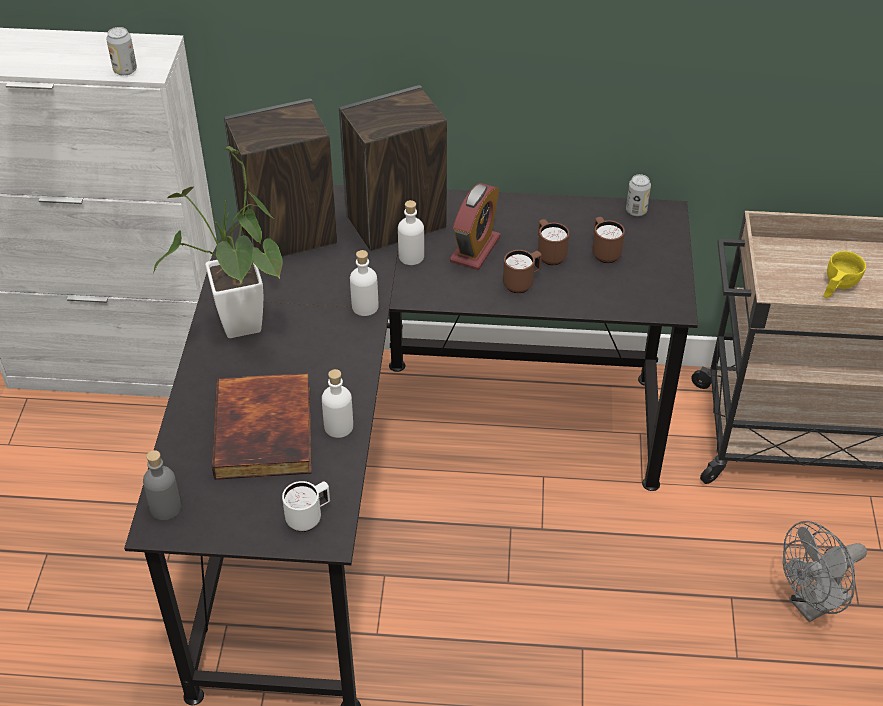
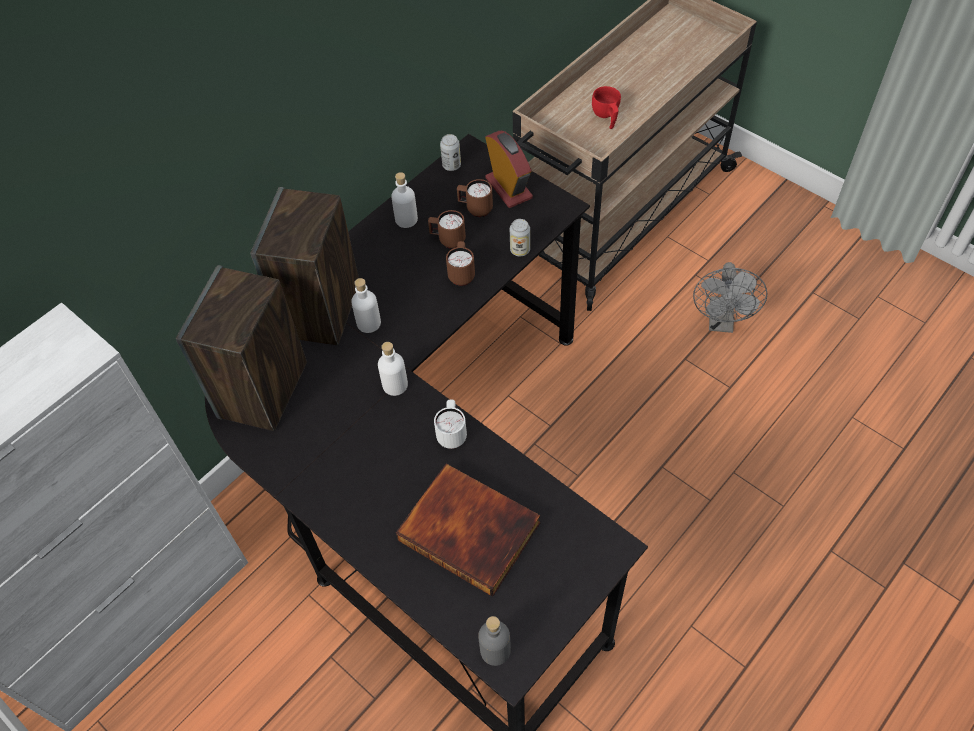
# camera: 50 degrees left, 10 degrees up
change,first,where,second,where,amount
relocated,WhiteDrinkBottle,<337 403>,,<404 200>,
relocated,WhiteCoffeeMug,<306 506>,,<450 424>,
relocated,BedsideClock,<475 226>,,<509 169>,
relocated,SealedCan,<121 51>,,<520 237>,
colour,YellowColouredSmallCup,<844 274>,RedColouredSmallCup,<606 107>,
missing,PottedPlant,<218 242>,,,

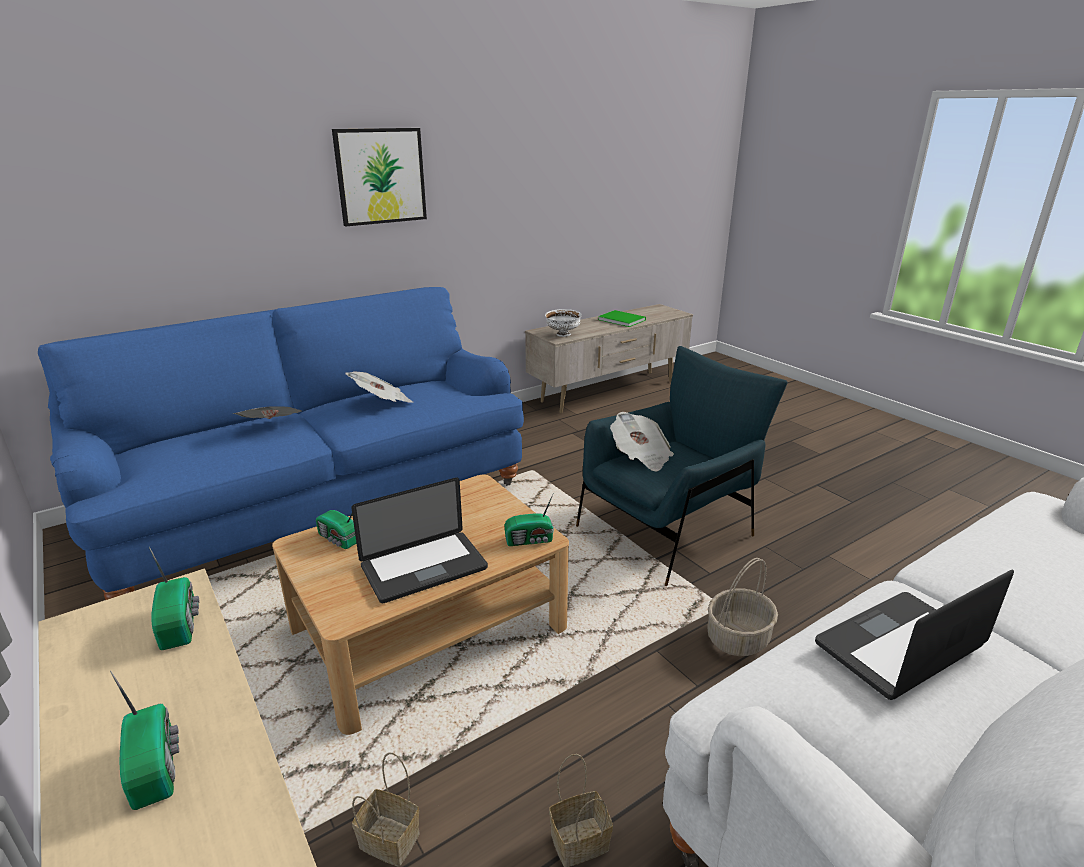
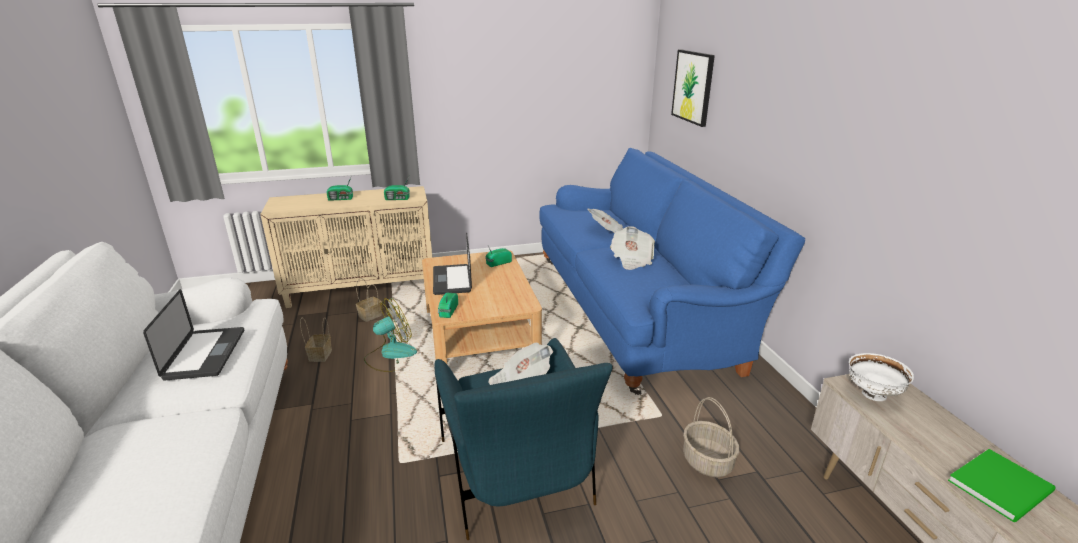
# camera: 110 degrees right, 0 degrees up
change,first,where,second,where,amount
appeared,,,ElectricFan,<390 335>,
relocated,Picture,<379 177>,,<693 88>,
relocated,StorageBasket,<742 607>,,<711 437>,

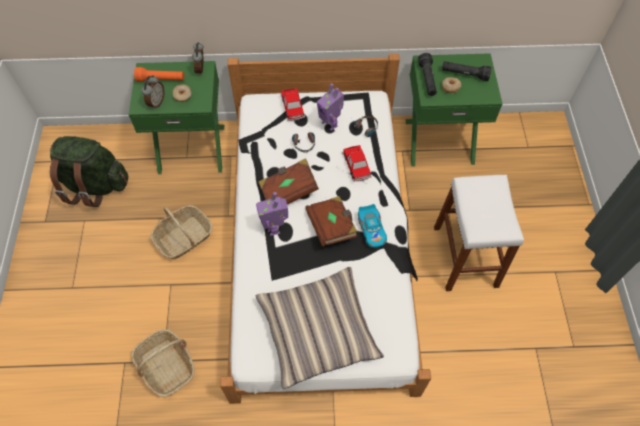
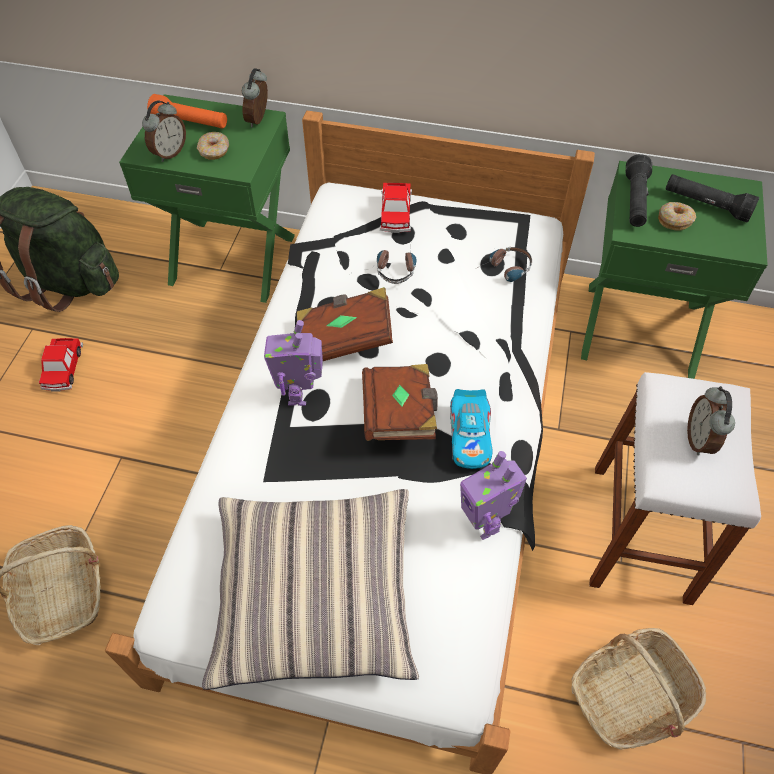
# camera: 15 degrees right, 5 degrees down
change,first,where,second,where,amount
relocated,MiniatureCar,<357 163>,,<61 365>,
relocated,RobotFigure,<330 107>,,<493 495>,
relocated,StorageBasket,<181 232>,,<639 689>,
appeared,,,BedsideClock,<711 420>,

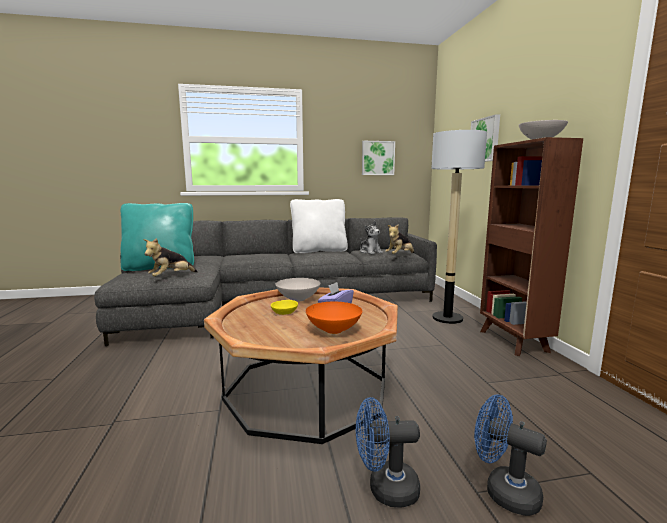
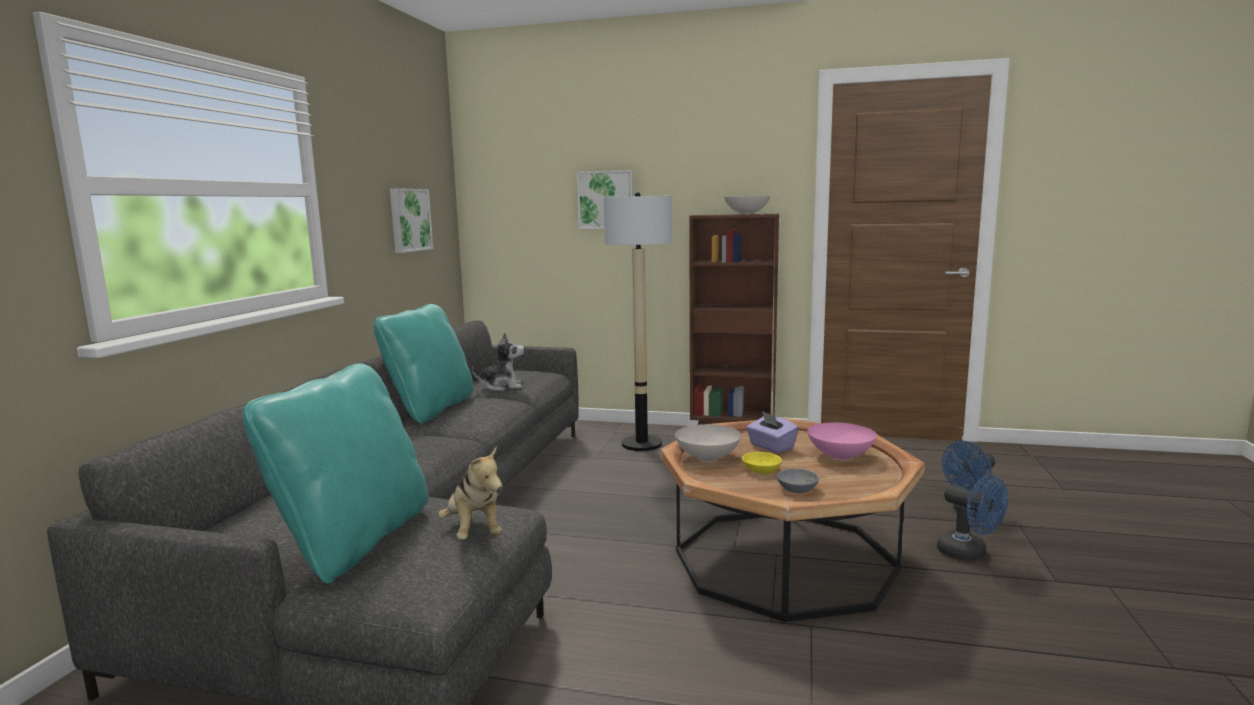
# camera: 65 degrees left, 0 degrees up
change,first,where,second,where,amount
colour,WhitePillow,<319 226>,TurquoisePillow,<424 364>,
appeared,,,GreyBowl,<798 480>,
colour,OrangeBowl,<334 318>,PinkColouredBowl,<842 441>,
spun,BlueColouredElectricFan,<388 452>,,<972 518>,60 degrees counterclockwise
missing,PlushToy,<399 239>,,,

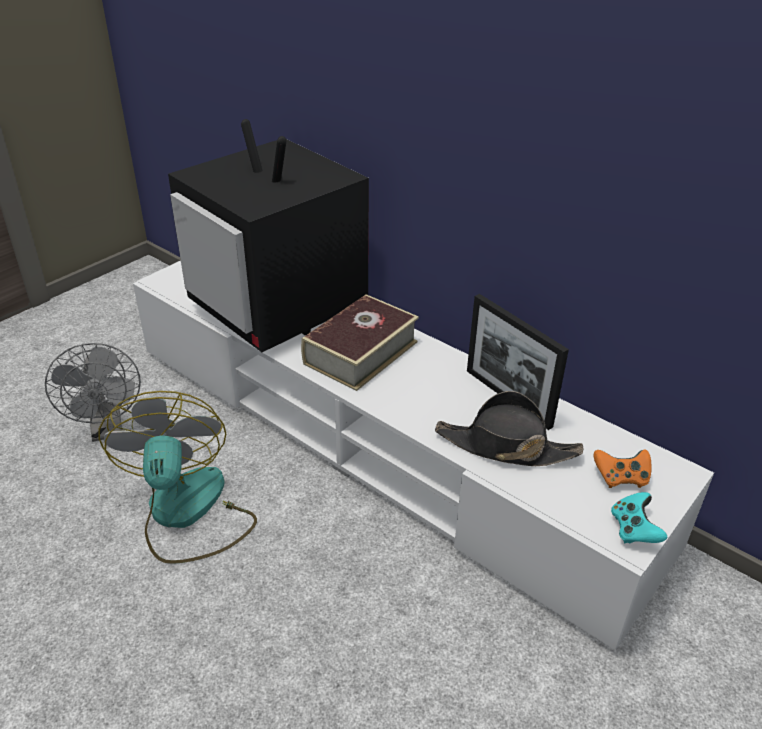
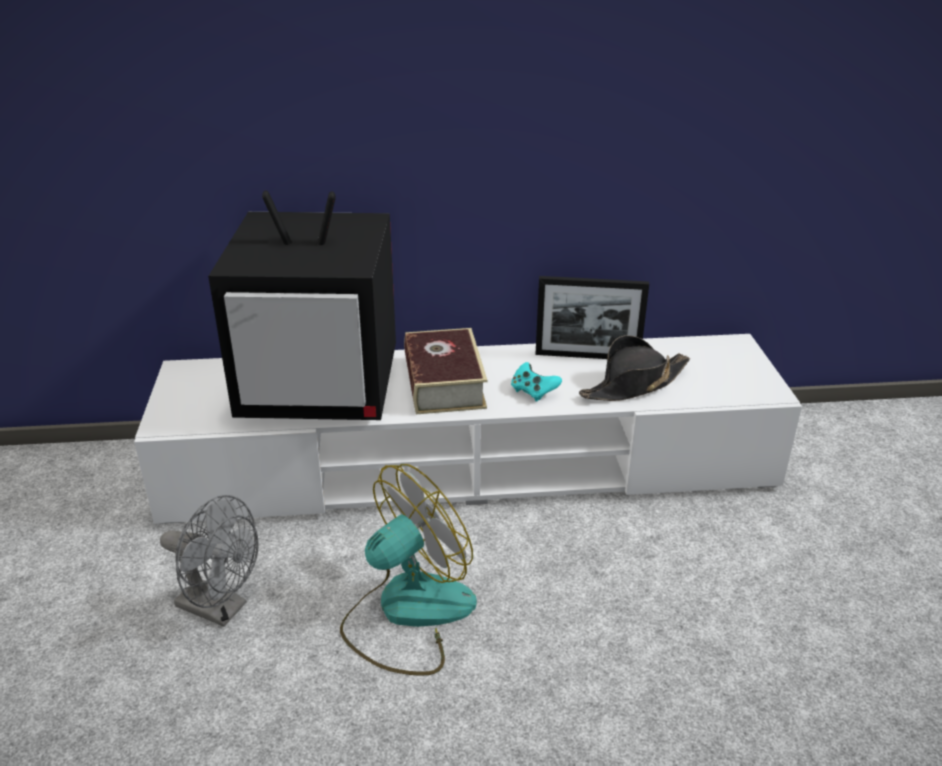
# camera: 45 degrees left, 5 degrees down
change,first,where,second,where,amount
spun,ElectricFan,<177 477>,,<408 570>,105 degrees clockwise
relocated,TurquoiseGameController,<639 517>,,<536 382>,
missing,OrangeGameController,<623 468>,,,

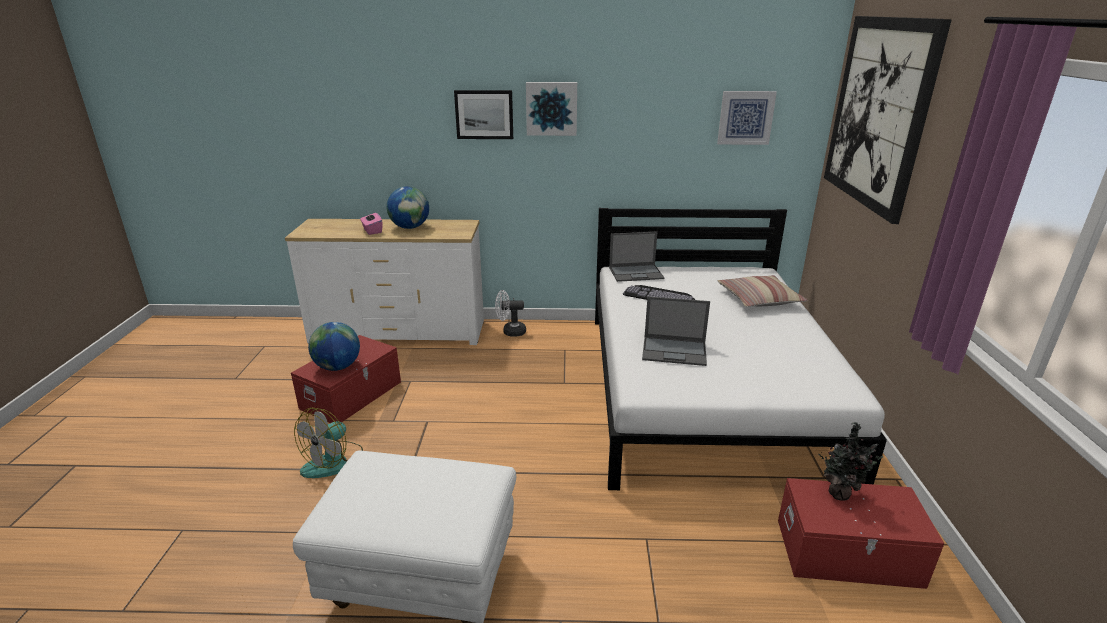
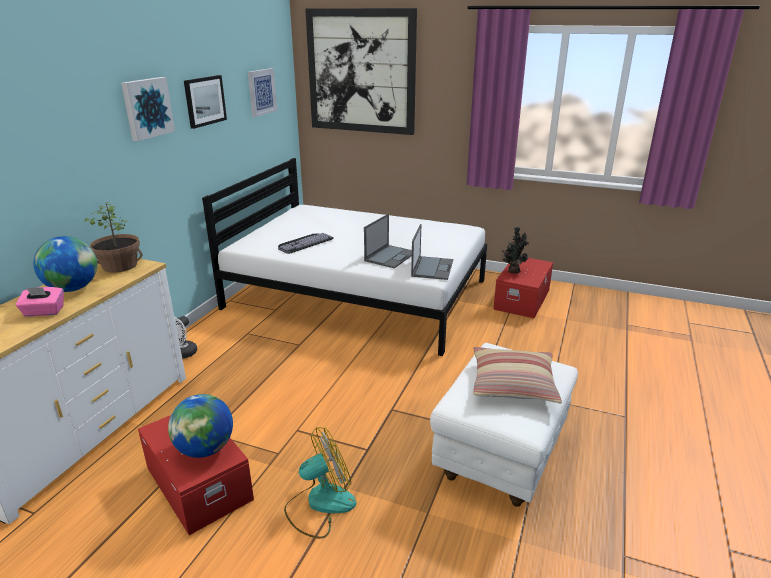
# camera: 70 degrees left, 0 degrees up
change,first,where,second,where,amount
appeared,,,PottedPlant,<113 237>,
relocated,Picture,<483 114>,,<205 102>,
spun,ElectricFan,<328 443>,,<320 483>,75 degrees counterclockwise
relocated,Laptop,<637 257>,,<432 252>,
relocated,Pillow,<762 291>,,<517 375>,

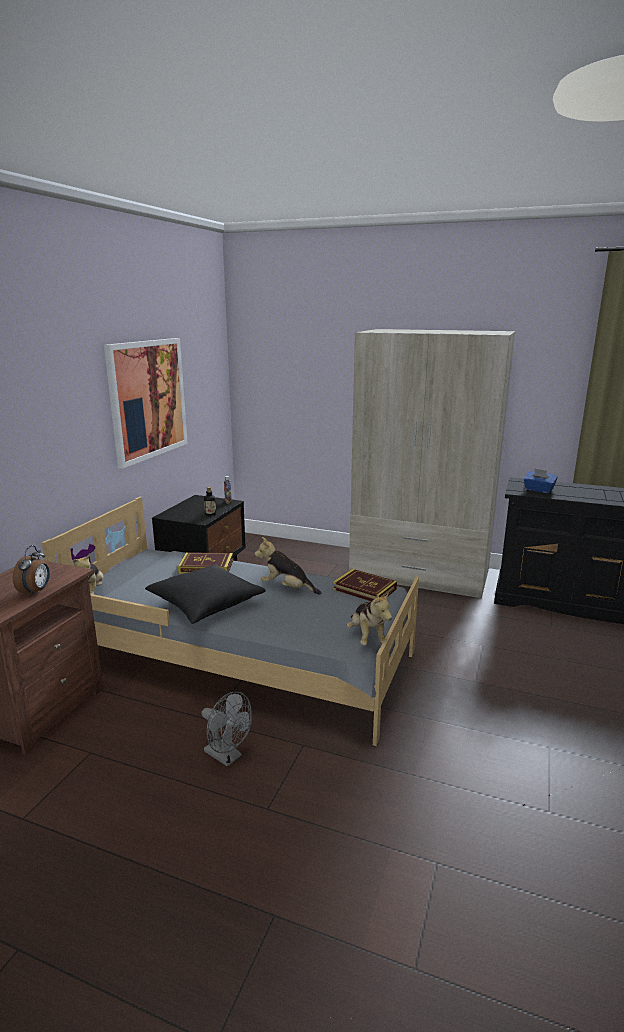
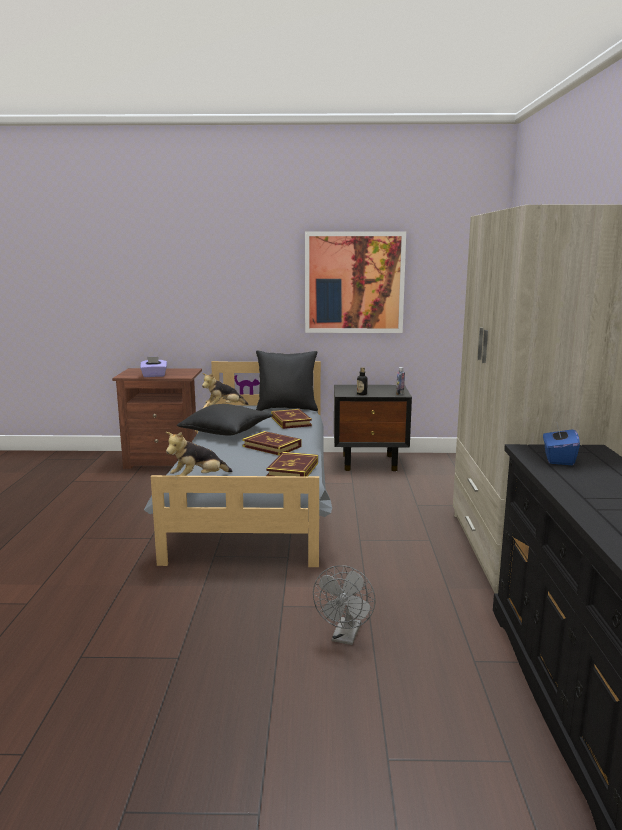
# camera: 70 degrees right, 5 degrees down
change,first,where,second,where,amount
exchanged,BedsideClock,<31 570>,PurpleColouredTissueHolder,<153 367>,
exchanged,PlushToy,<287 566>,Book,<271 443>,
appeared,,,BlackPillow,<287 380>,
relocated,GreyElectricFan,<227 729>,,<344 605>,

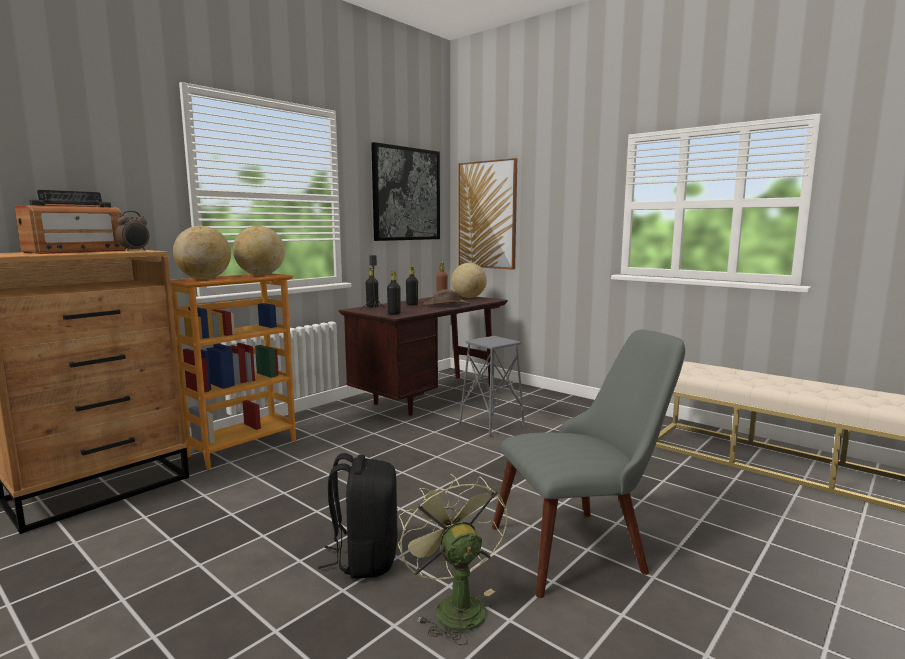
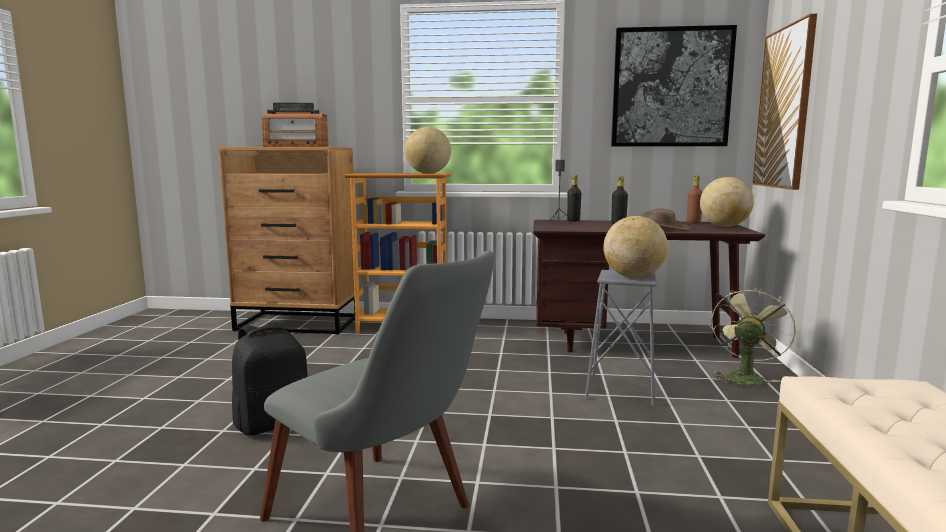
# camera: 55 degrees right, 0 degrees up
change,first,where,second,where,amount
relocated,Globe,<202 252>,,<635 247>,
relocated,GreenishElectricFan,<453 559>,,<753 337>,
missing,BedsideClock,<132 231>,,,
missing,BlackDrinkBottle,<394 293>,,,

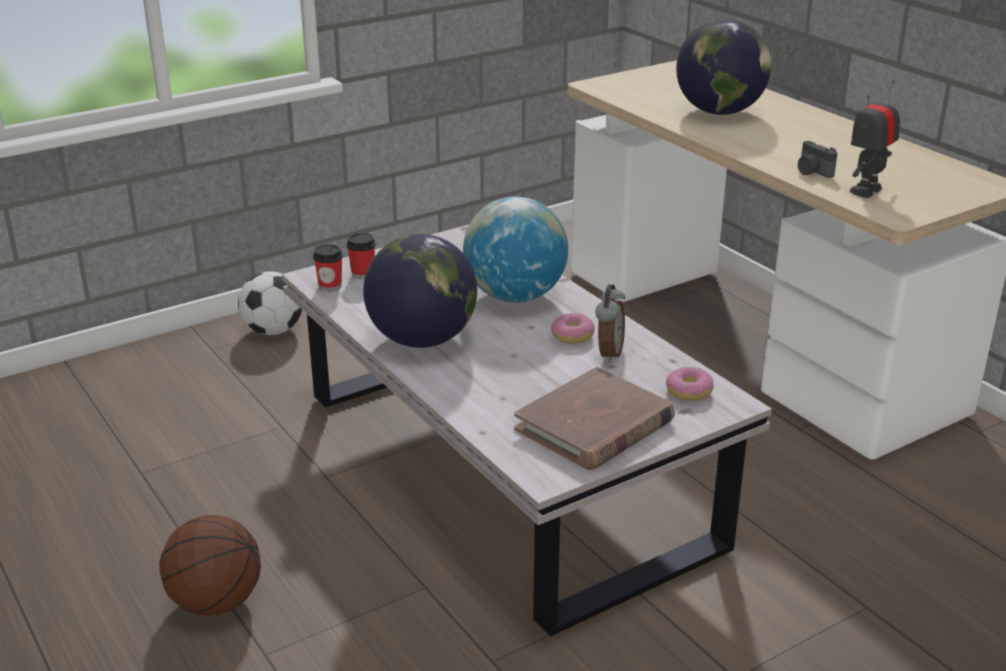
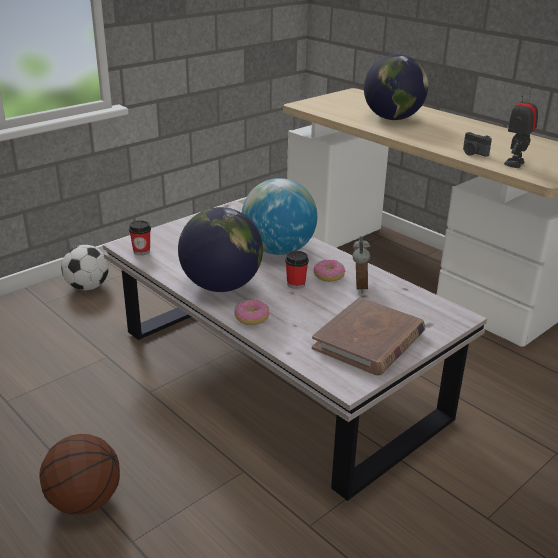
# camera: 10 degrees left, 0 degrees up
change,first,where,second,where,amount
relocated,RingDoughnut,<690 384>,,<251 312>,
relocated,SmallCup,<361 256>,,<297 270>,

